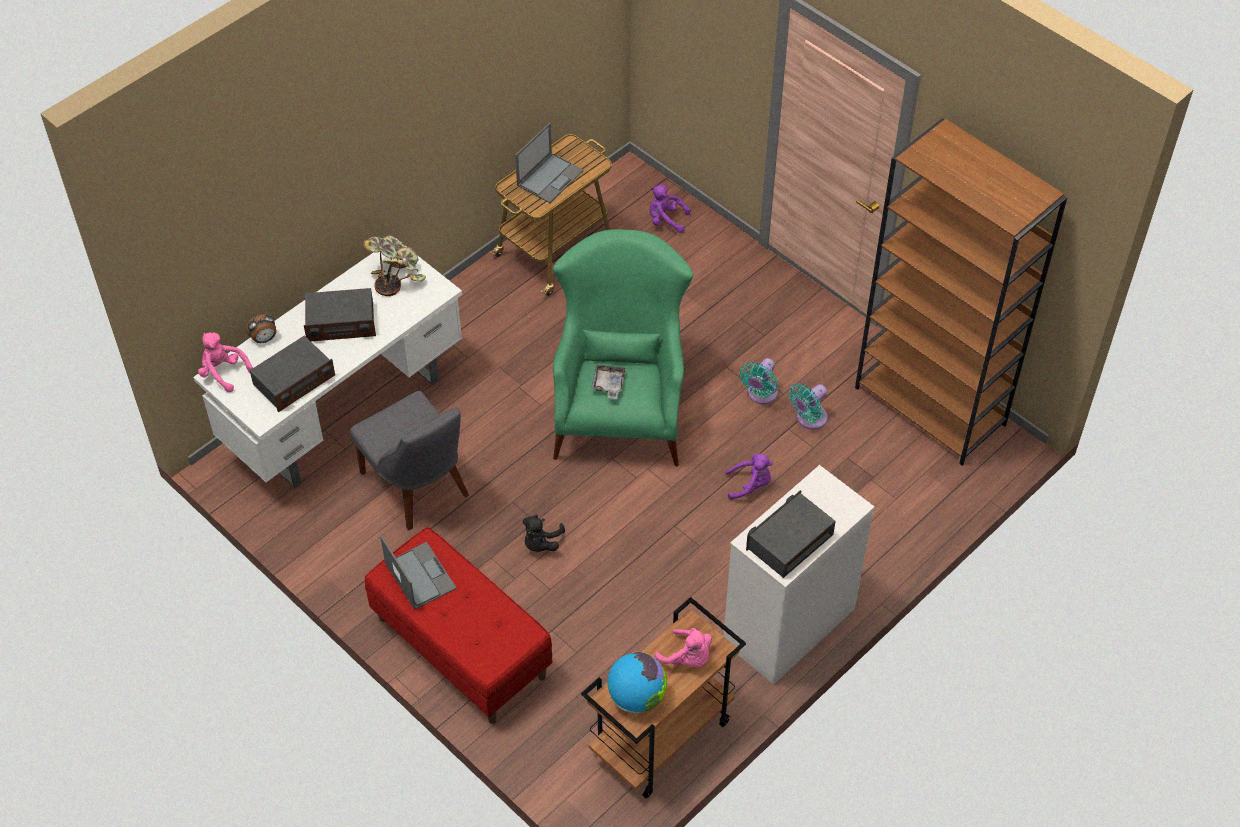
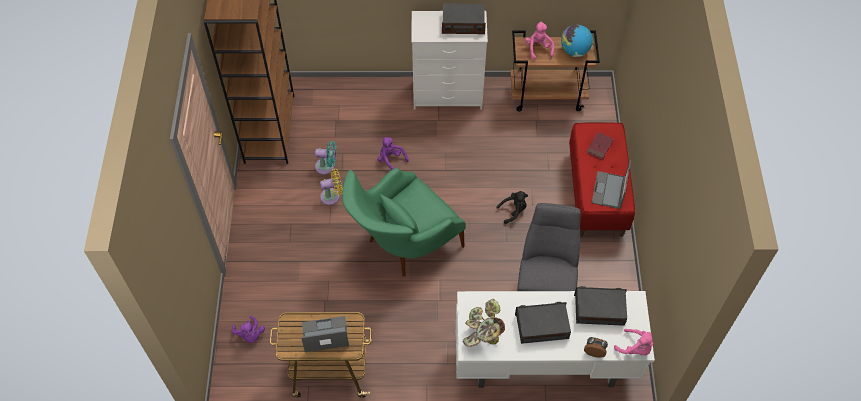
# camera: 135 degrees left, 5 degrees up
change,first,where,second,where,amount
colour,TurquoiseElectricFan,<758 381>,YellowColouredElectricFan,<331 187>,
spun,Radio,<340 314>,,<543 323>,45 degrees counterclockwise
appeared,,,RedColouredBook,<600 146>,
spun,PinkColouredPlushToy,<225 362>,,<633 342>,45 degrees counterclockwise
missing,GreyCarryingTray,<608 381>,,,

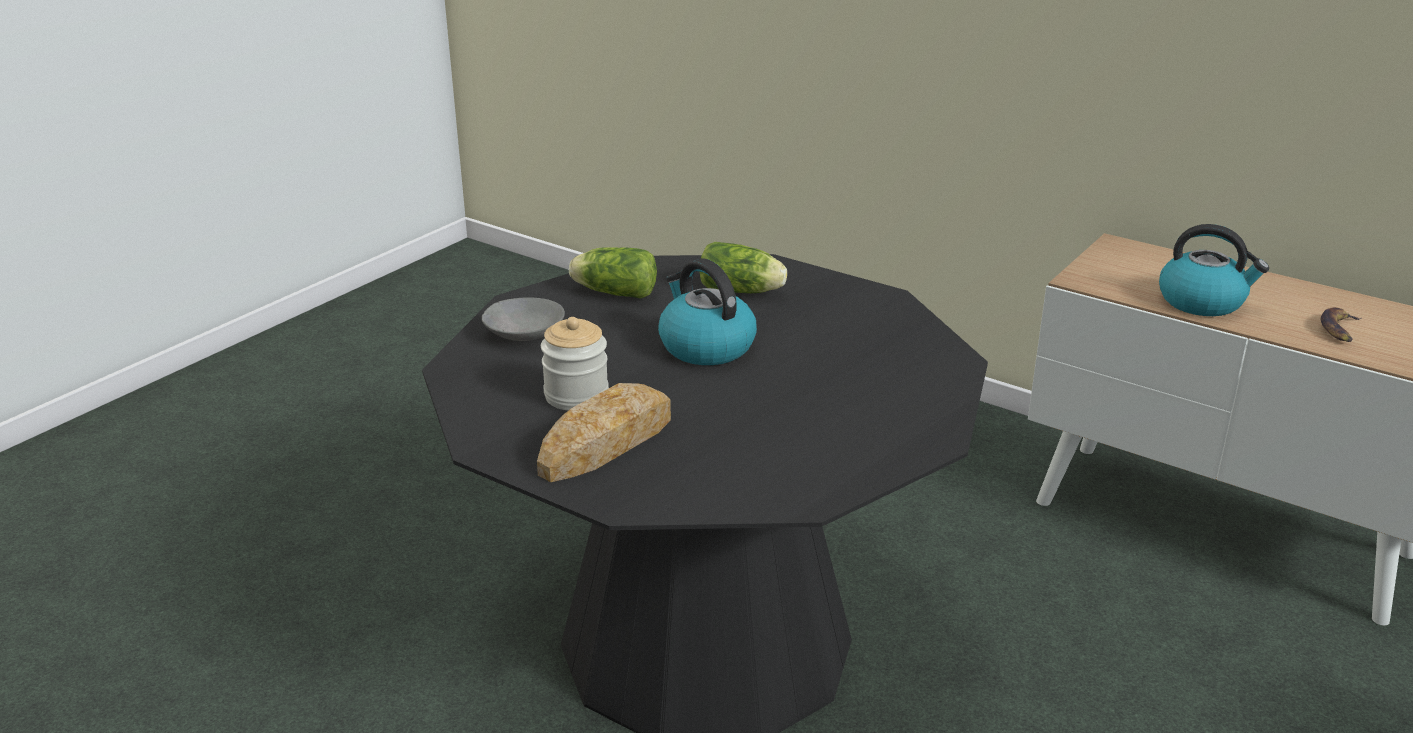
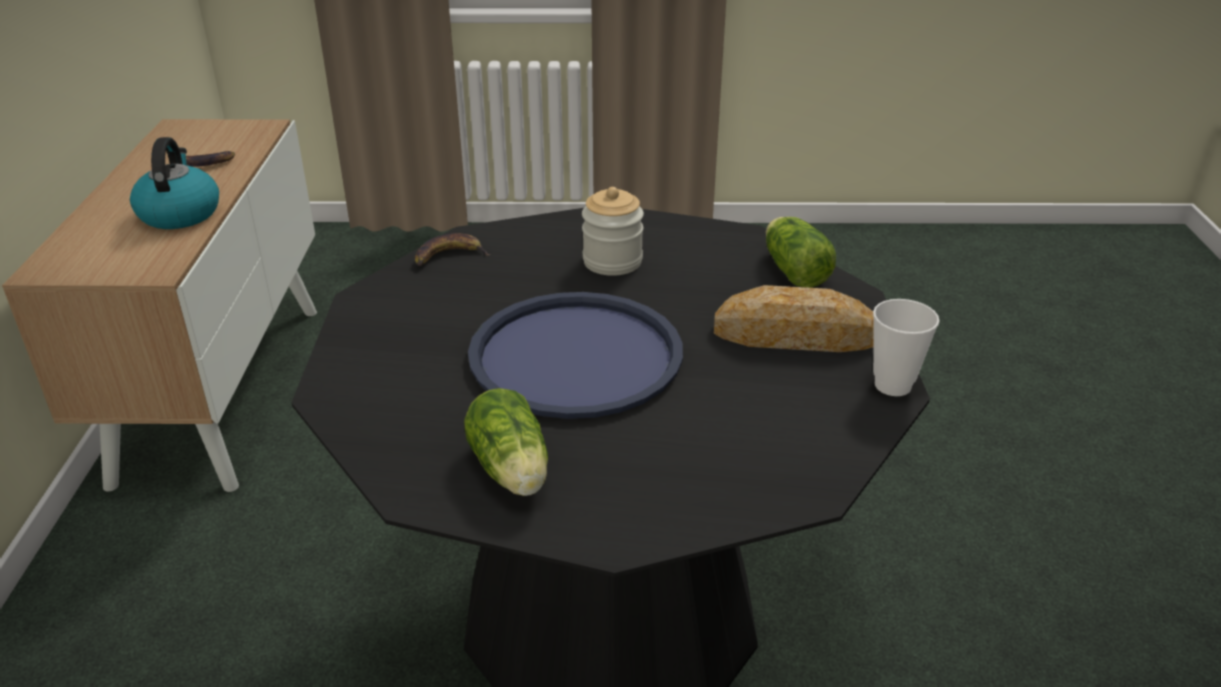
# camera: 125 degrees left, 5 degrees up
change,first,where,second,where,amount
appeared,,,WholeBanana,<453 249>,
exchanged,WaterKettle,<707 311>,BlueColouredCarryingTray,<575 355>,
relocated,Jar,<575 364>,,<613 231>,
relocated,LettuceHead,<743 267>,,<801 252>,
appeared,,,SmallCup,<906 347>,
missing,GreyBowl,<523 319>,,,

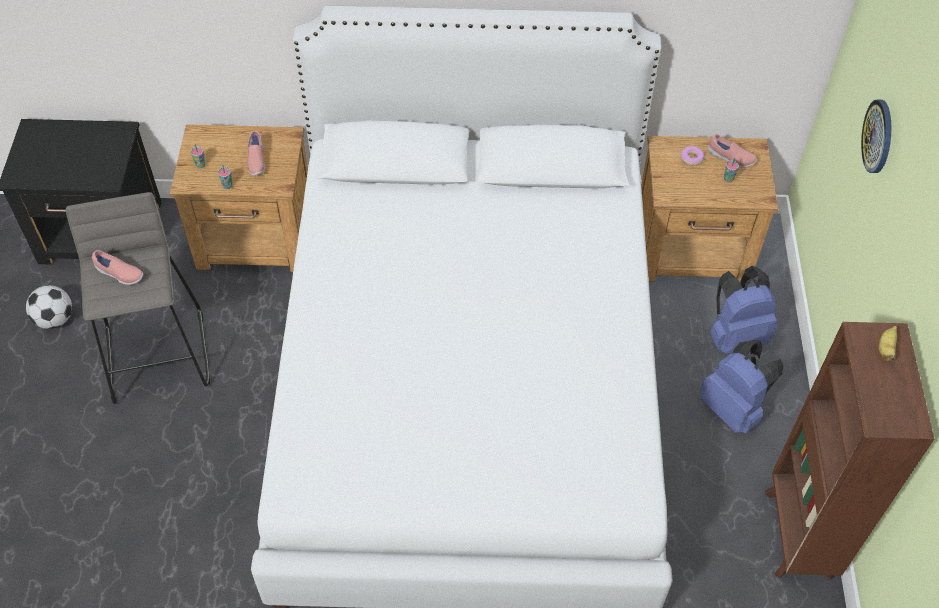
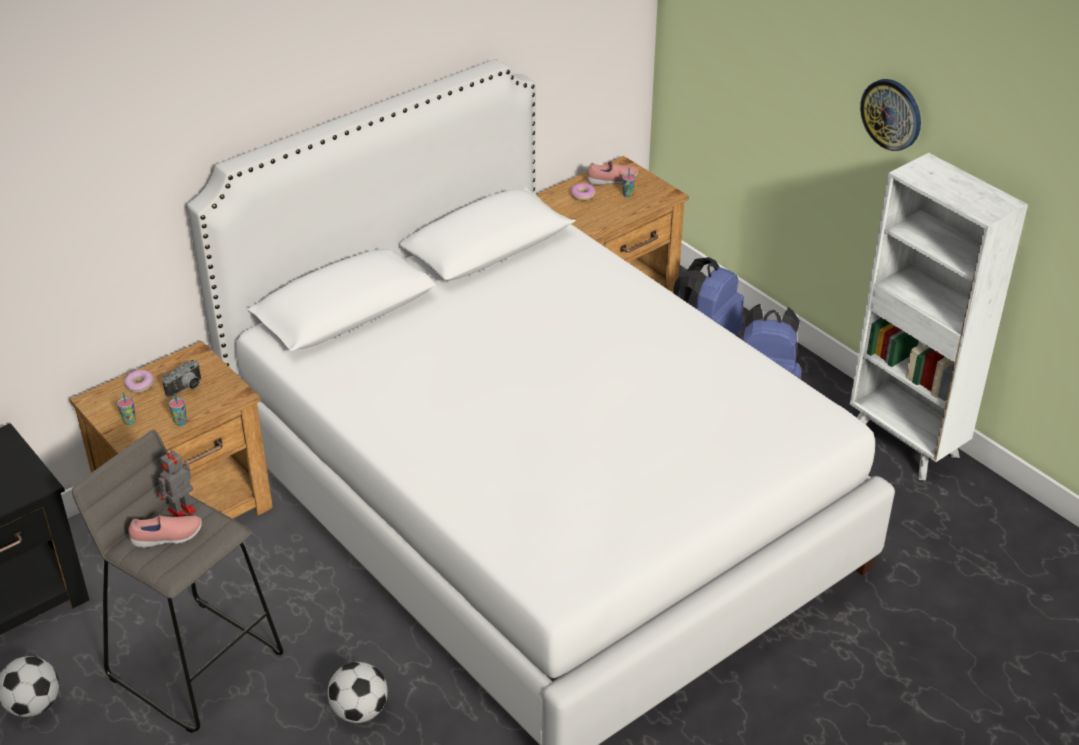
# camera: 40 degrees left, 15 degrees down
change,first,where,second,where,amount
appeared,,,RingDoughnut,<139 381>,
appeared,,,RobotFigure,<177 483>,
exchanged,PinkColouredShoe,<256 153>,PhotoCamera,<181 378>,
appeared,,,BallForFootball,<358 692>,
colour,BrownColouredShelvingUnit,<849 451>,WhiteShelvingUnit,<939 316>,
relocated,ClockOnTheWall,<876 136>,,<890 115>,
missing,WholeBanana,<888 343>,,,

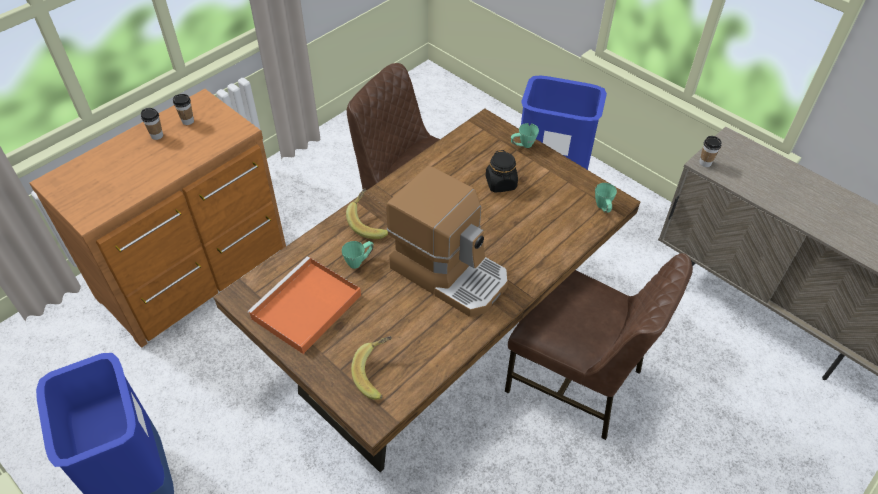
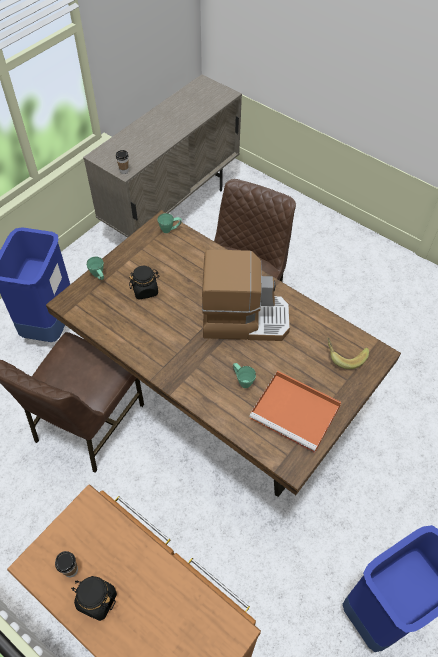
# camera: 95 degrees left, 5 degrees up
change,first,where,second,where,amount
exchanged,SmallCup,<152 124>,BlackJar,<94 598>,
spun,CoffeeMachine,<447 241>,,<246 295>,60 degrees clockwise
missing,WholeBanana,<367 213>,,,

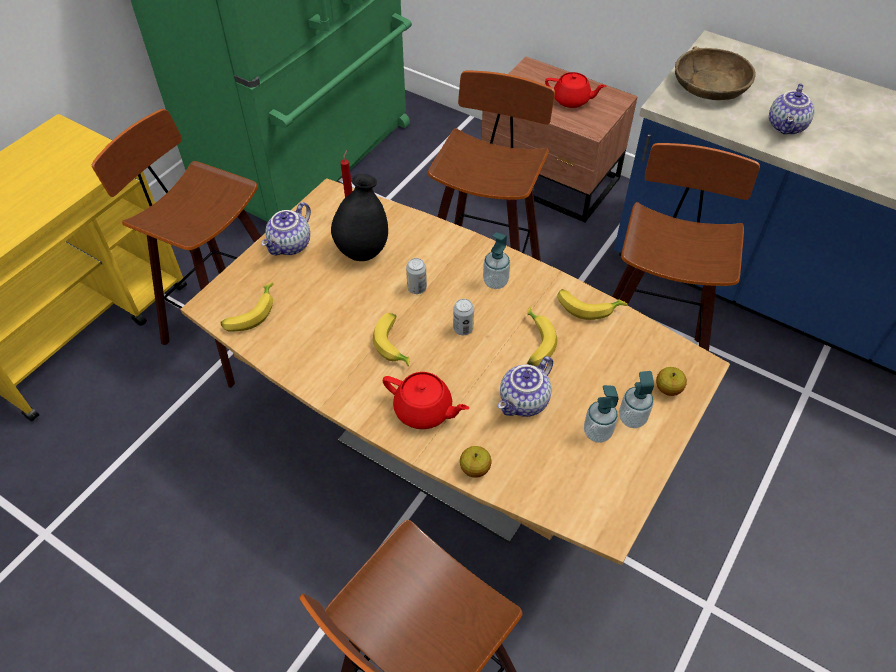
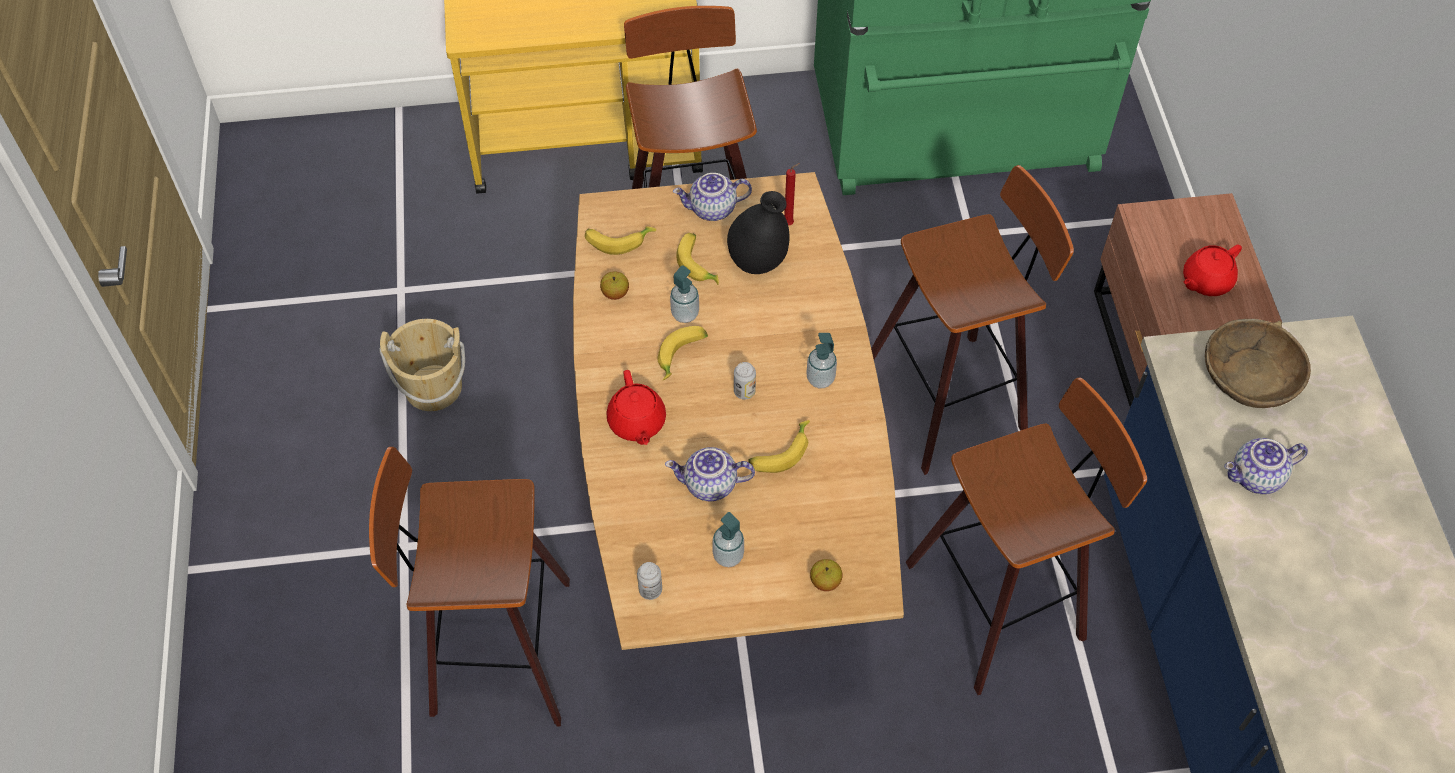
# camera: 50 degrees right, 5 degrees up
change,first,where,second,where,amount
appeared,,,SandColouredWaterBucket,<422 365>,
relocated,Apple,<475 462>,,<614 285>,
relocated,SealedCan,<416 276>,,<649 581>,
relocated,SoapDispenser,<636 399>,,<684 294>,
relocated,WholeBanana,<592 304>,,<697 259>,
spun,RedColouredTeapot,<575 90>,,<1212 270>,75 degrees clockwise

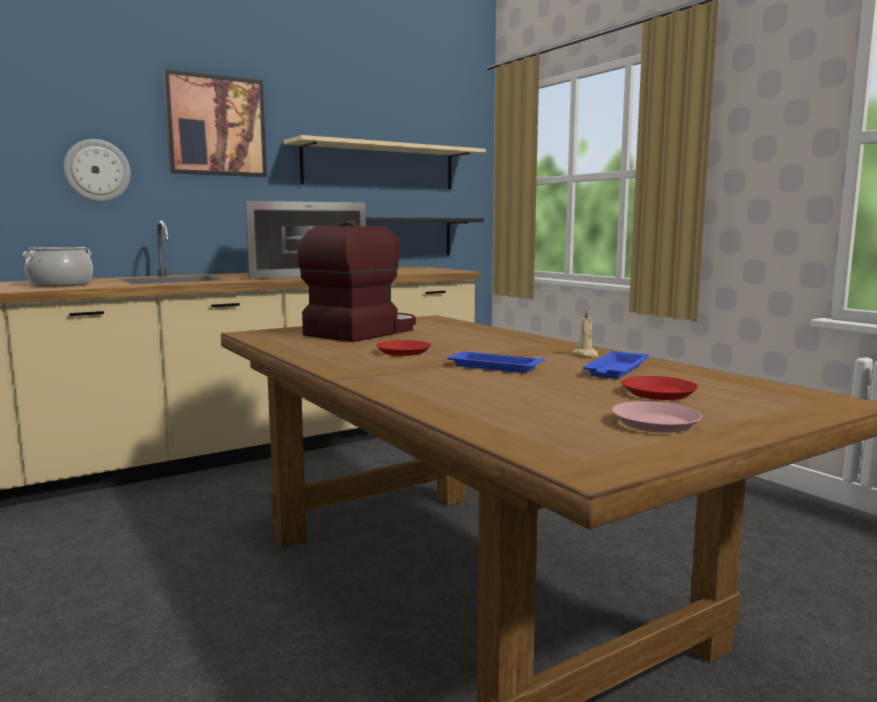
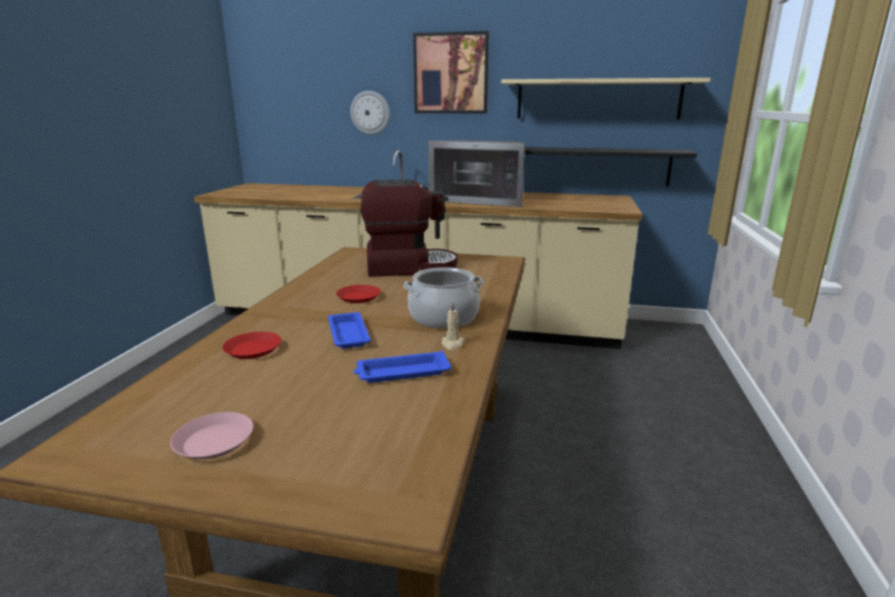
# camera: 45 degrees right, 10 degrees up
change,first,where,second,where,amount
relocated,RedColouredFlatDish,<659 388>,,<251 345>,
relocated,Saucepot,<57 266>,,<443 298>,

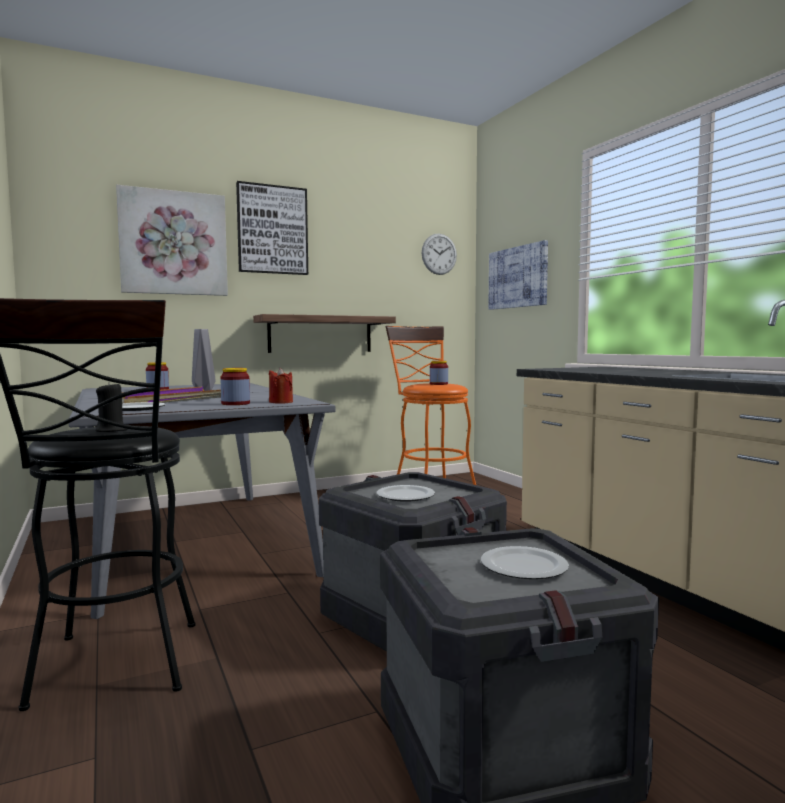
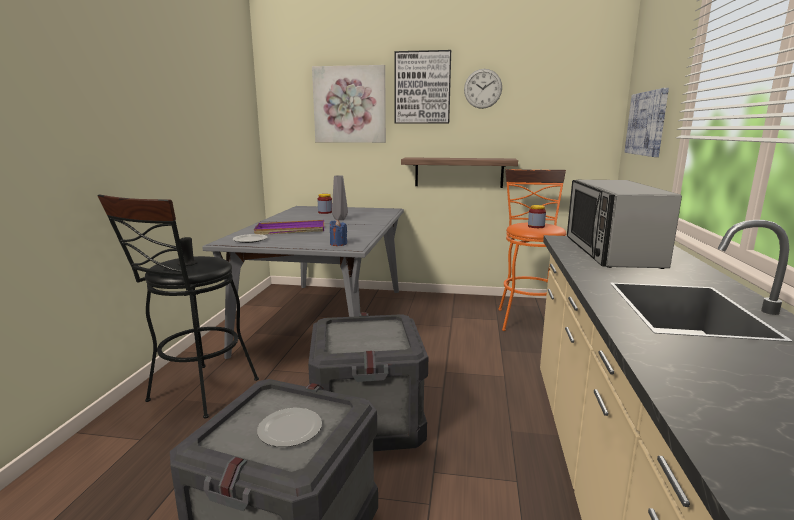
# camera: 35 degrees right, 10 degrees up
change,first,where,second,where,amount
colour,RedColouredWaxCandle,<281 386>,BlueColouredWaxCandle,<338 233>,
relocated,ClockOnTheWall,<439 254>,,<483 89>,
appeared,,,Microwave,<624 224>,
missing,Jar,<235 386>,,,
missing,FlatDish,<406 493>,,,

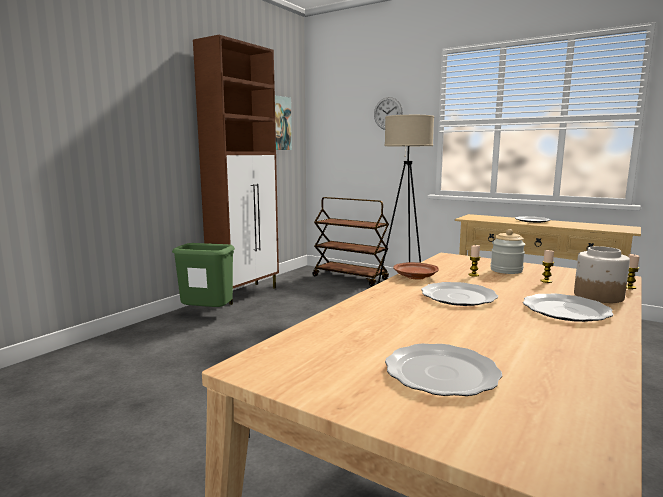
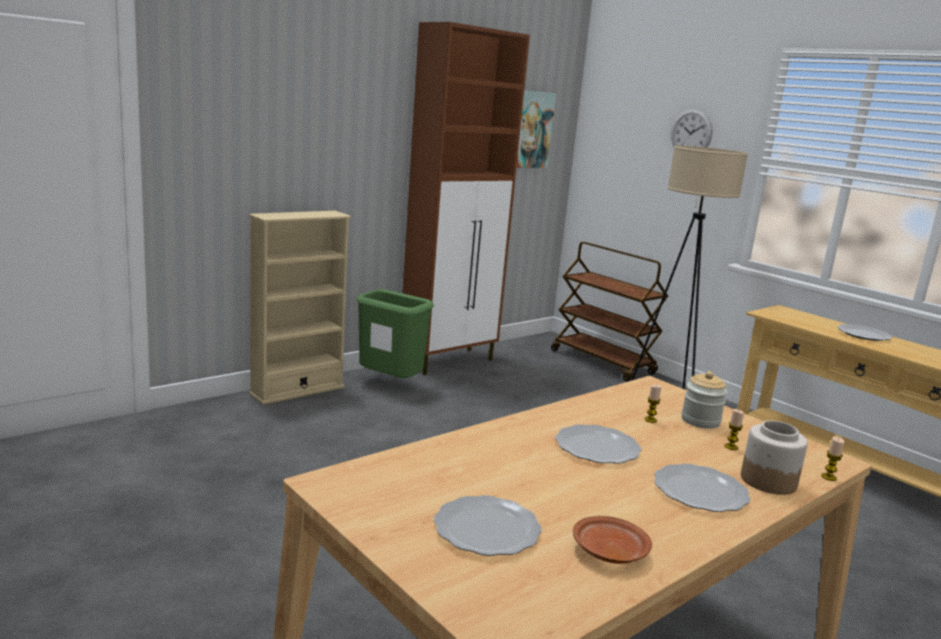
# camera: 15 degrees right, 5 degrees up
change,first,where,second,where,amount
appeared,,,SandColouredShelvingUnit,<300 308>,
relocated,BrownColouredFlatDish,<416 271>,,<612 540>,

